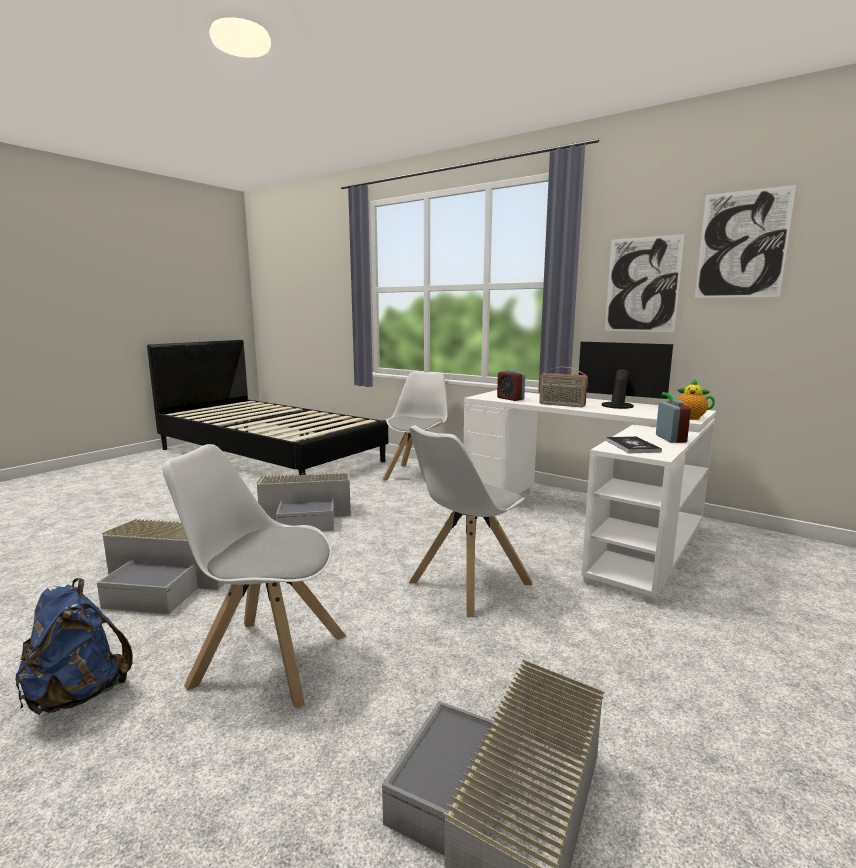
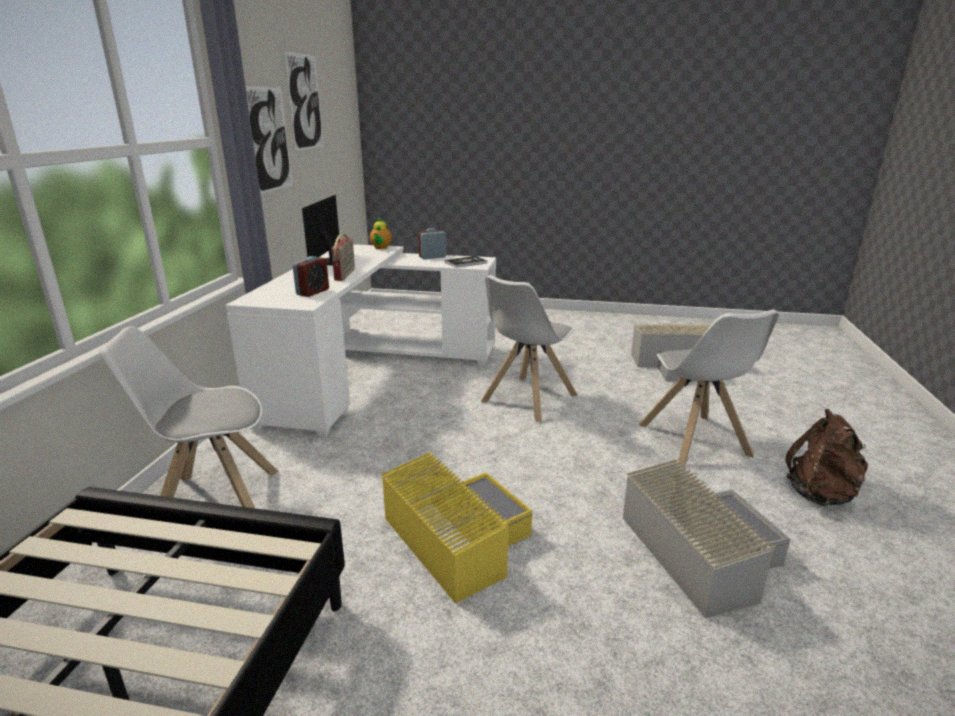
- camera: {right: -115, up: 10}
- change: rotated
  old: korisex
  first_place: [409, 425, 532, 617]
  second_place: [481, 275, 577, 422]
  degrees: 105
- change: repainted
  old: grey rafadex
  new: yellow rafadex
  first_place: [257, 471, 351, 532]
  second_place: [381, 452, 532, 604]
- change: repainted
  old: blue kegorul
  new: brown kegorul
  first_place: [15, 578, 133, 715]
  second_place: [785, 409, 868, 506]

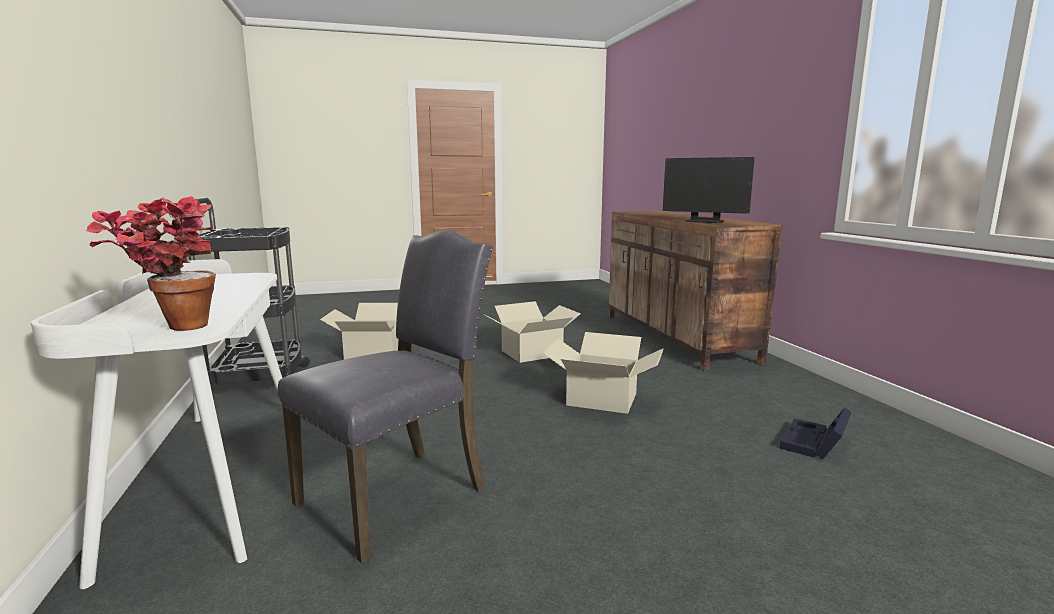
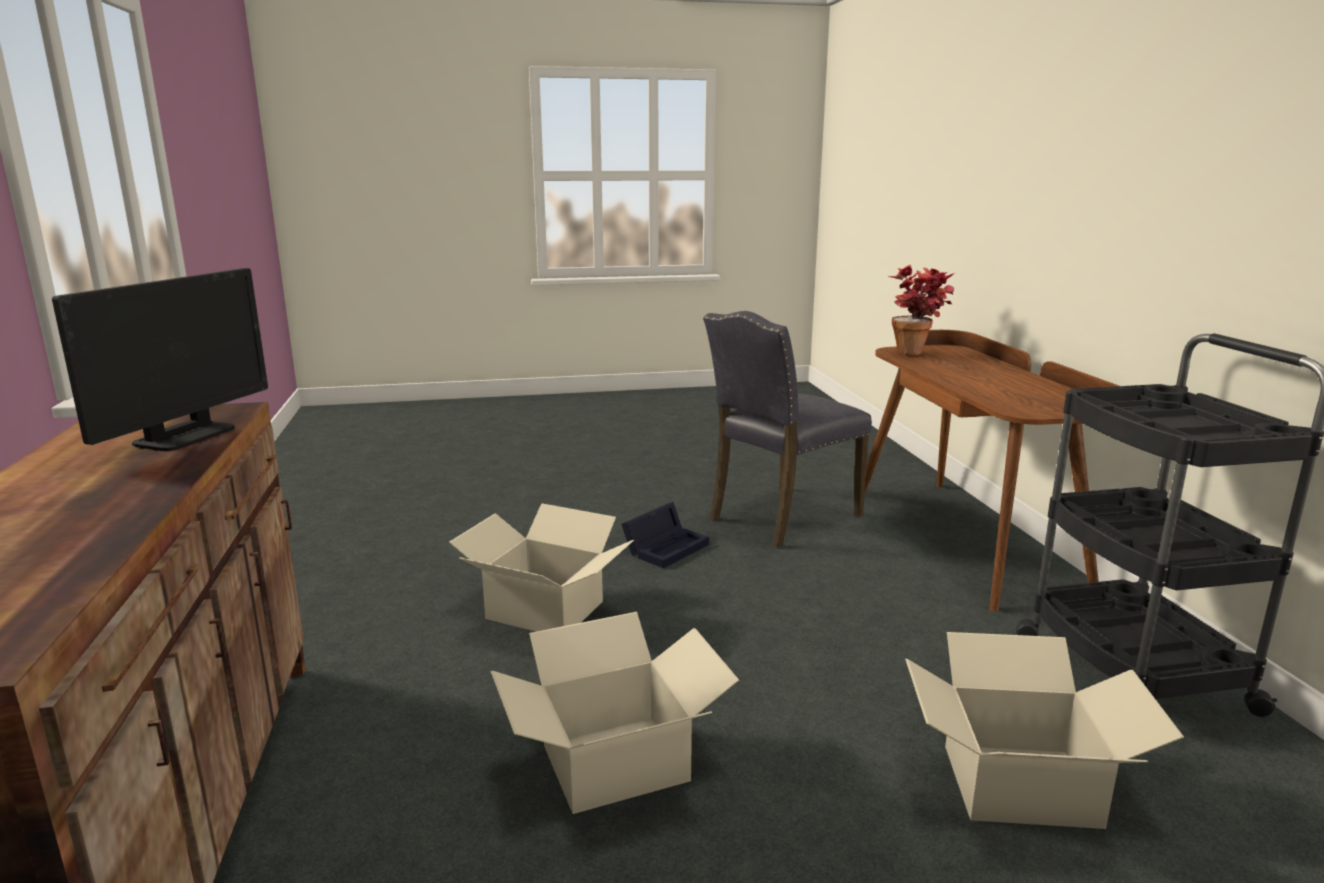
- camera: {right: -175, up: 5}
- change: rotated
  old: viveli
  first_place: [663, 157, 755, 223]
  second_place: [52, 268, 268, 451]
  degrees: 75
- change: repainted
  old: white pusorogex
  new: brown pusorogex
  first_place: [31, 259, 282, 589]
  second_place: [865, 330, 1119, 612]
- change: shifted
  old: black rafadex
  first_place: [779, 408, 852, 459]
  second_place: [621, 502, 709, 568]

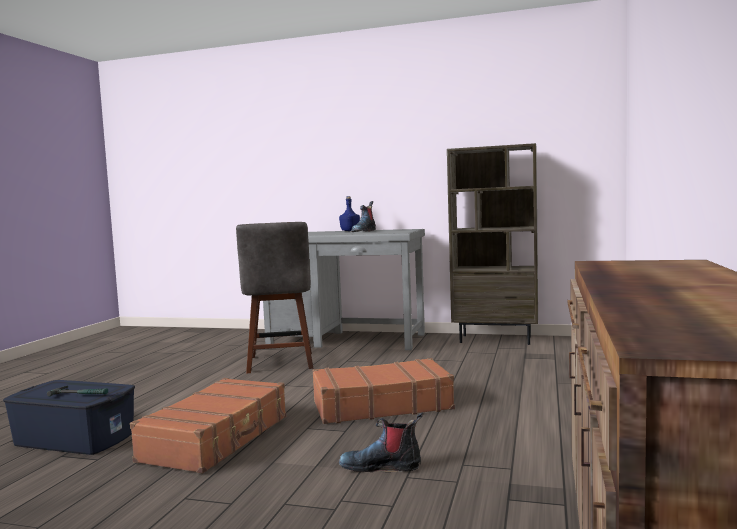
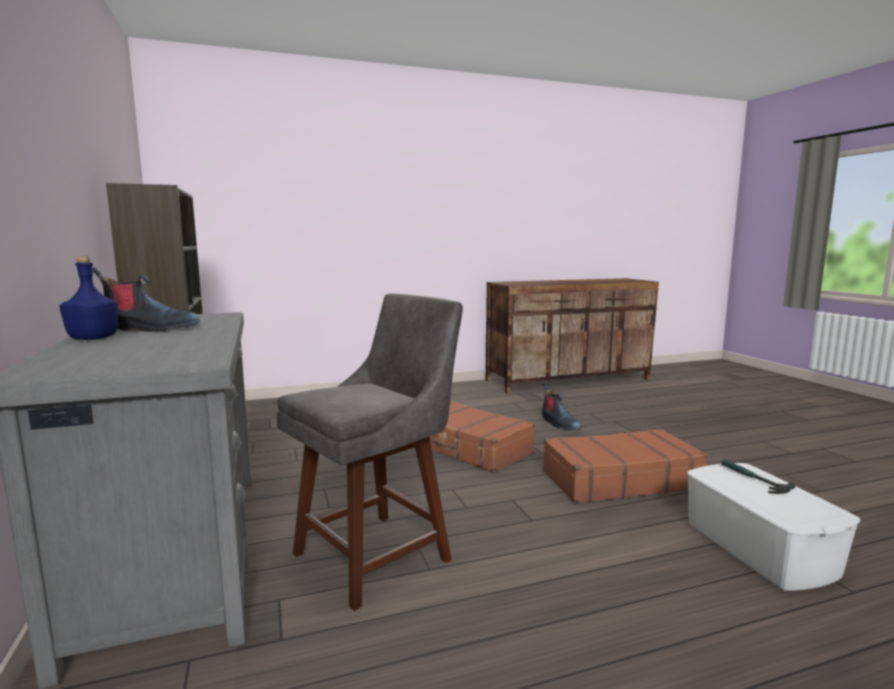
- camera: {right: -125, up: 5}
- change: repainted
  old: blue rafadex
  new: white rafadex
  first_place: [3, 380, 135, 455]
  second_place: [687, 463, 860, 591]

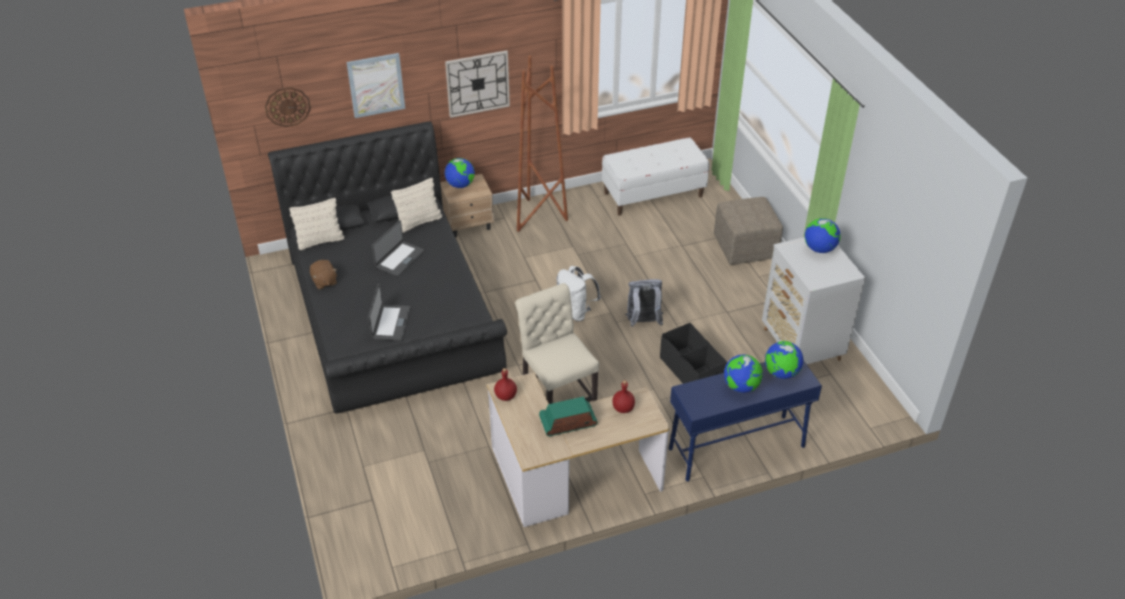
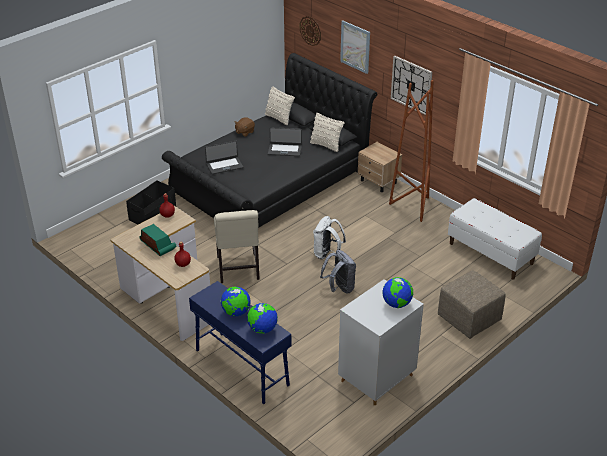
- camera: {right: 65, up: -5}
- change: gone
  old: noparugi
  first_place: [445, 158, 475, 188]
- change: rotated
  old: beige korisex
  first_place: [515, 283, 599, 404]
  second_place: [214, 210, 259, 283]
  degrees: 135
- change: shifted
  old: black rafadex
  first_place: [660, 323, 727, 384]
  second_place: [126, 181, 176, 224]

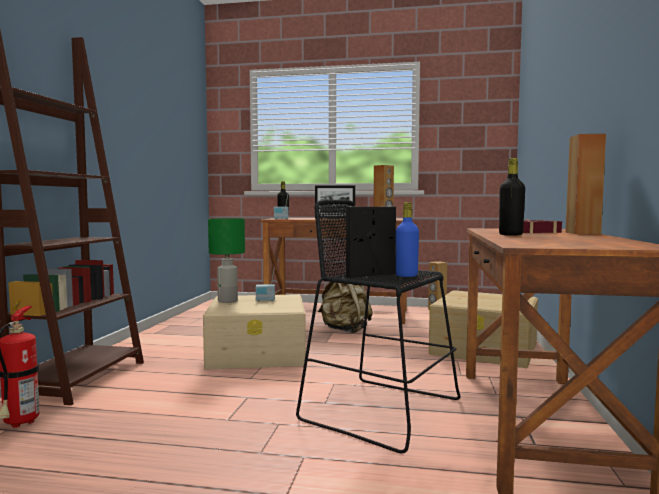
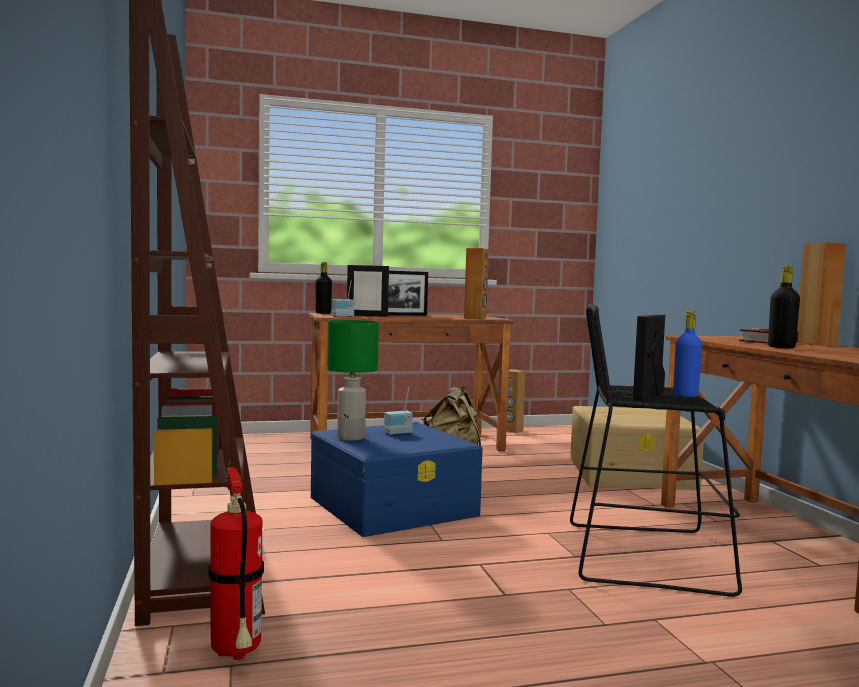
- camera: {right: -25, up: 0}
- change: repainted
  old: beige rafadex
  new: blue rafadex
  first_place: [203, 294, 306, 369]
  second_place: [311, 422, 483, 537]
- change: new
  new: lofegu
  second_place: [347, 265, 389, 317]

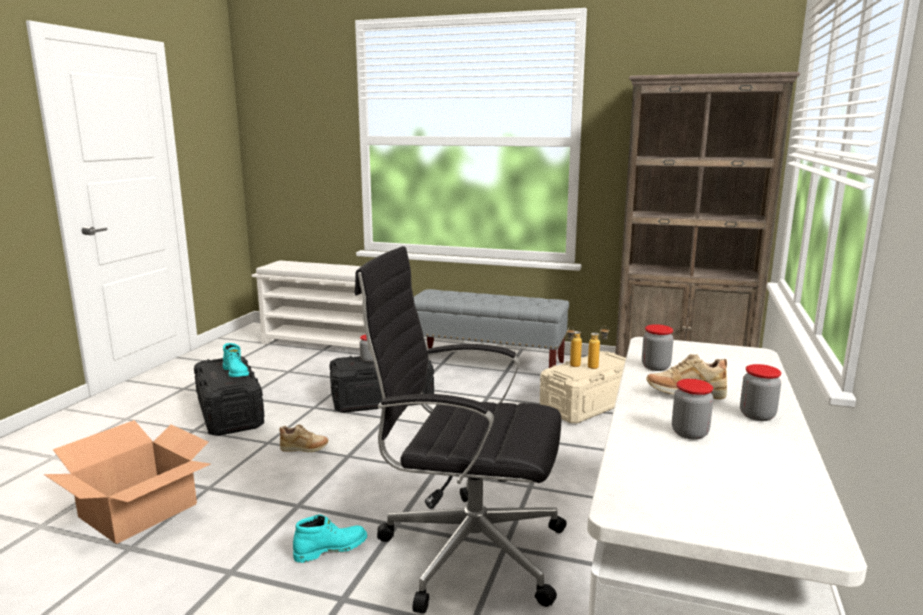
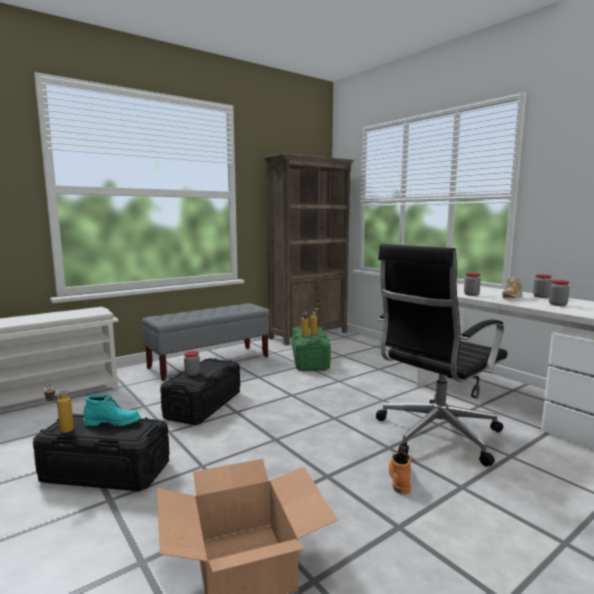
- camera: {right: -55, up: -5}
- change: repainted
  old: beige rafadex
  new: green rafadex
  first_place: [540, 351, 626, 423]
  second_place: [292, 326, 331, 371]
- change: gone
  old: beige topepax
  first_place: [280, 425, 329, 452]
- change: repainted
  old: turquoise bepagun
  new: orange bepagun
  first_place: [293, 515, 367, 563]
  second_place: [389, 452, 411, 494]
- change: new
  new: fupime
  second_place: [43, 385, 74, 433]

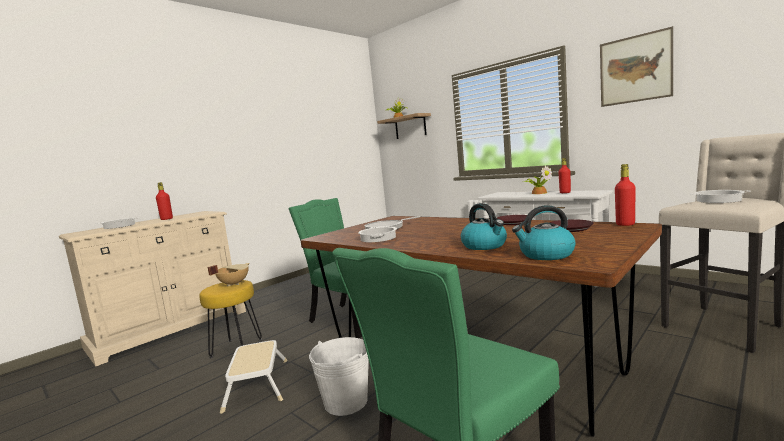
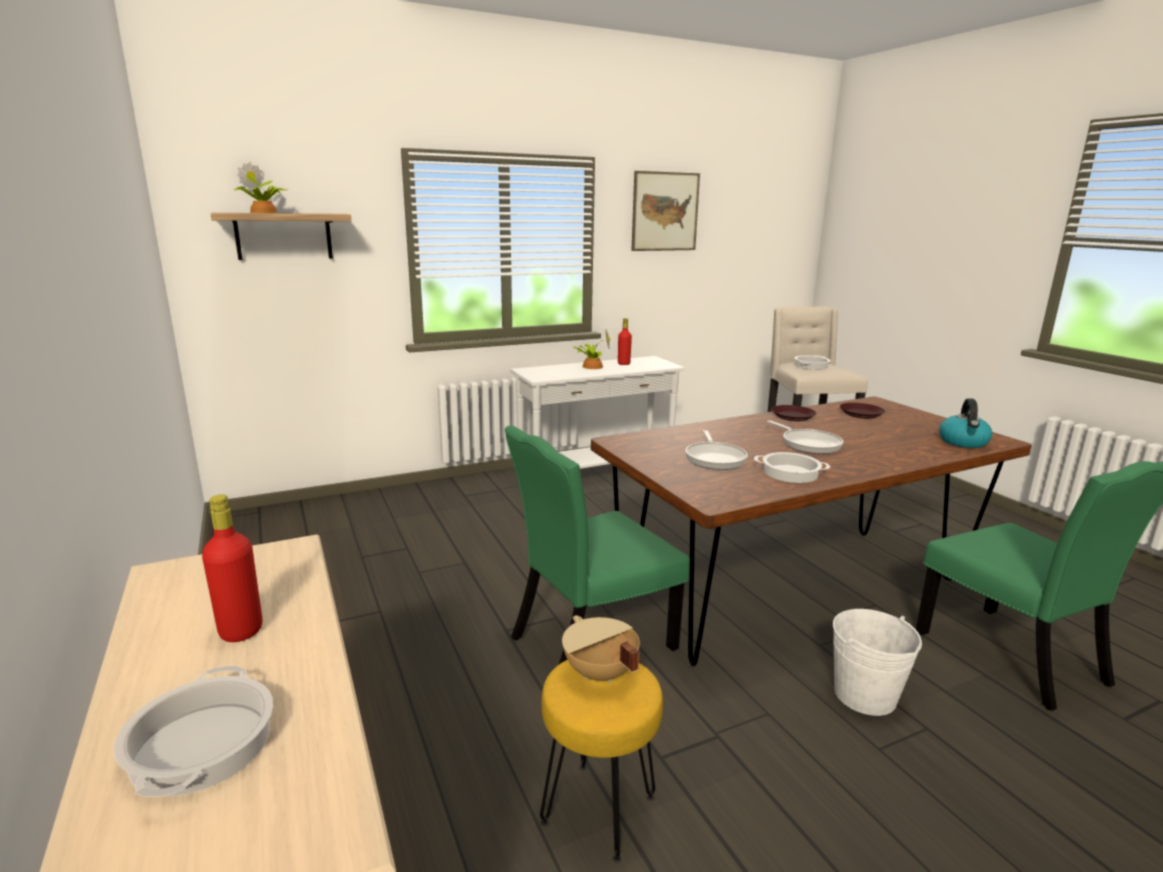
- camera: {right: -70, up: 10}
- change: gone
  old: red fupime
  first_place: [615, 164, 635, 226]
- change: gone
  old: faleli
  first_place: [461, 203, 507, 250]
- change: gone
  old: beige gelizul
  first_place: [220, 340, 288, 414]
- change: new
  new: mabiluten
  second_place: [767, 420, 843, 454]

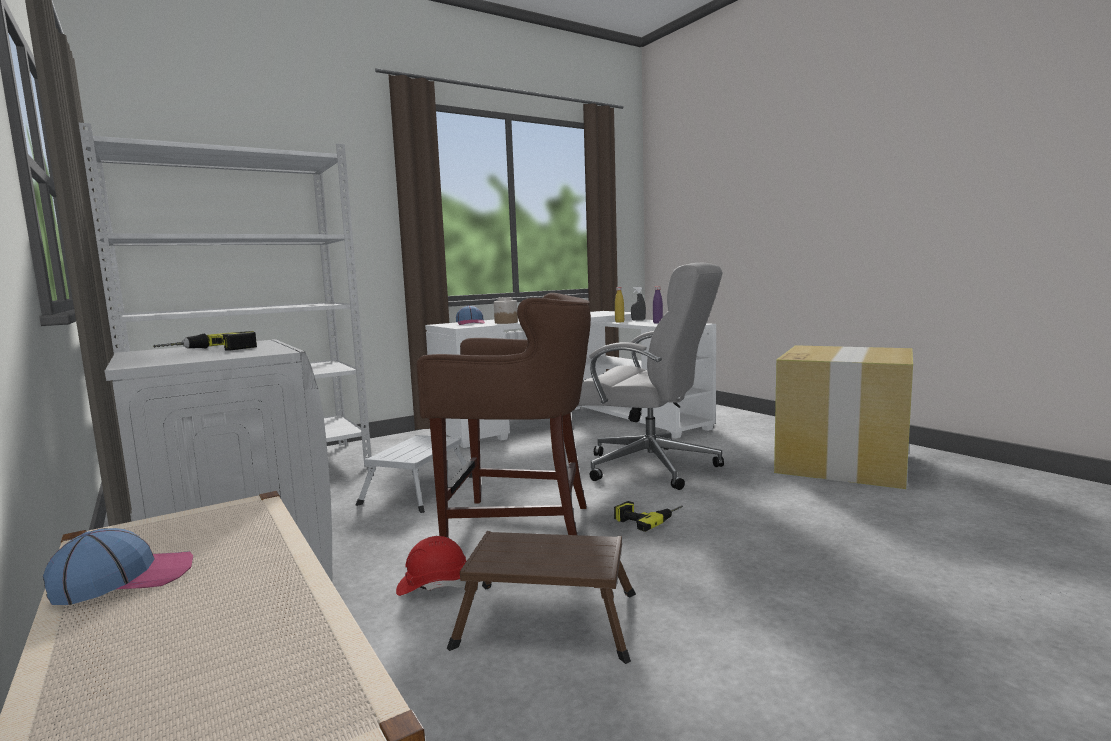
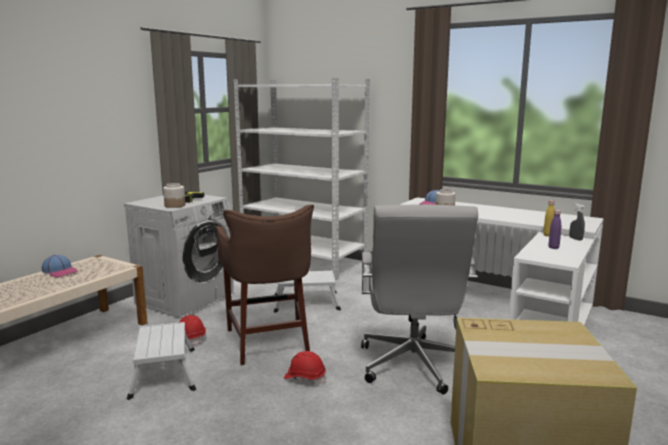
- camera: {right: 65, up: 5}
- change: swapped
  old: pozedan
  new: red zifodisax
  first_place: [614, 501, 683, 532]
  second_place: [284, 351, 326, 385]
- change: repainted
  old: brown gelizul
  new: white gelizul
  first_place: [447, 531, 636, 664]
  second_place: [127, 322, 196, 400]
- change: new
  new: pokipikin
  second_place: [163, 183, 185, 208]

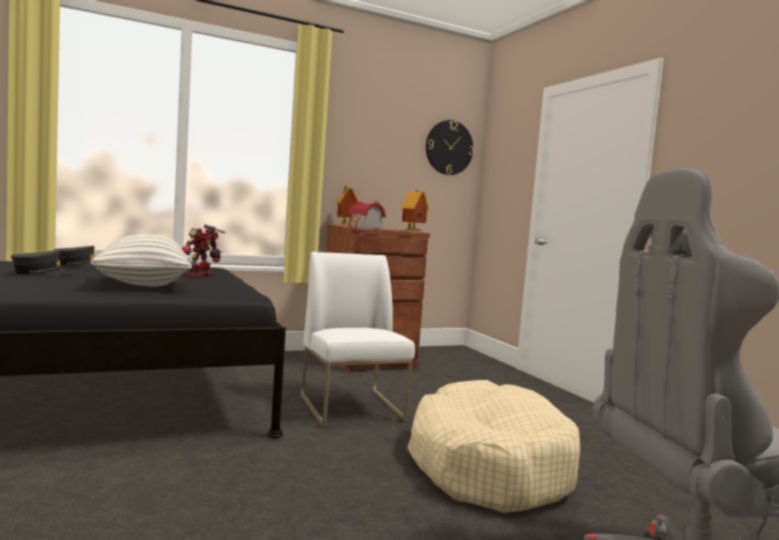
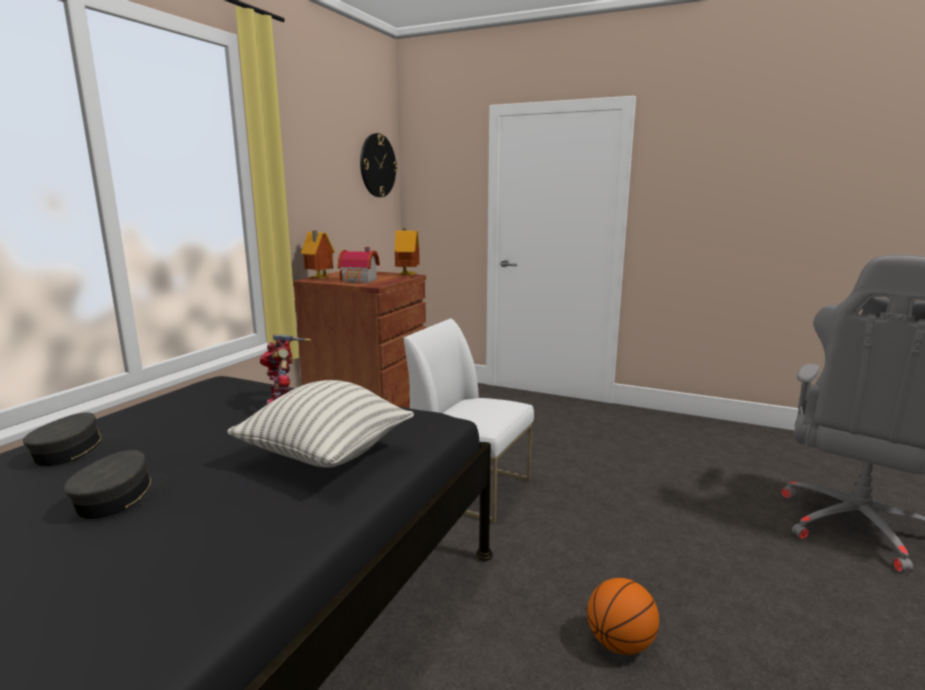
- camera: {right: -40, up: 10}
- change: gone
  old: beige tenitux
  first_place: [407, 380, 580, 513]
- change: new
  new: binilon
  second_place: [587, 578, 659, 655]

